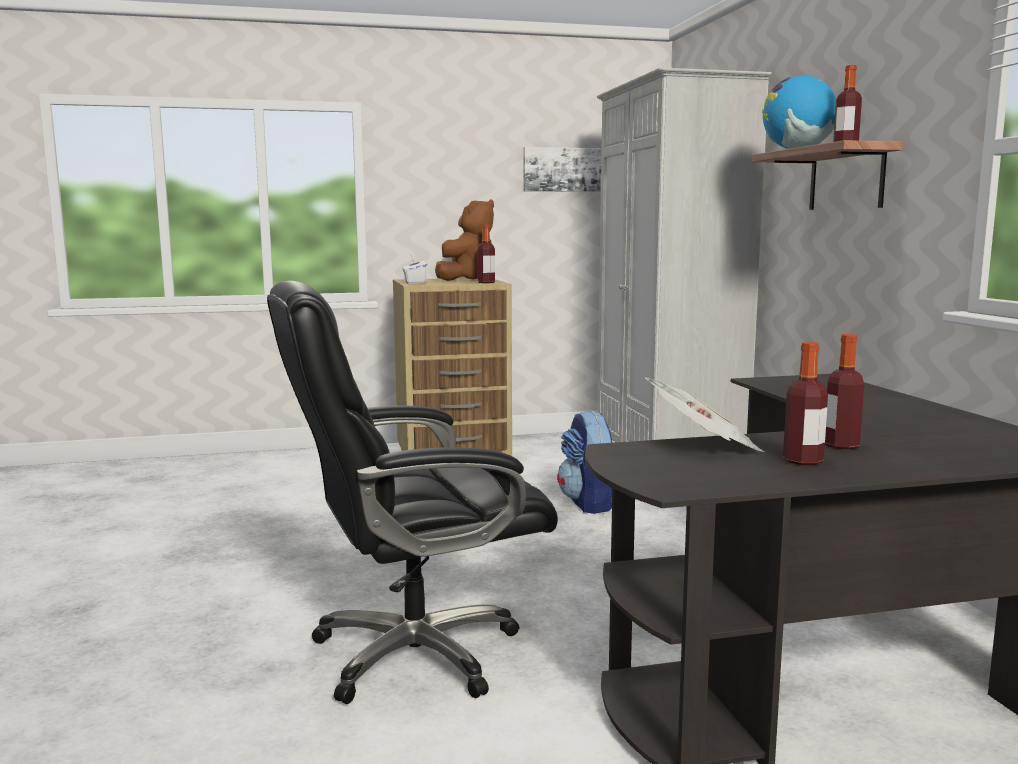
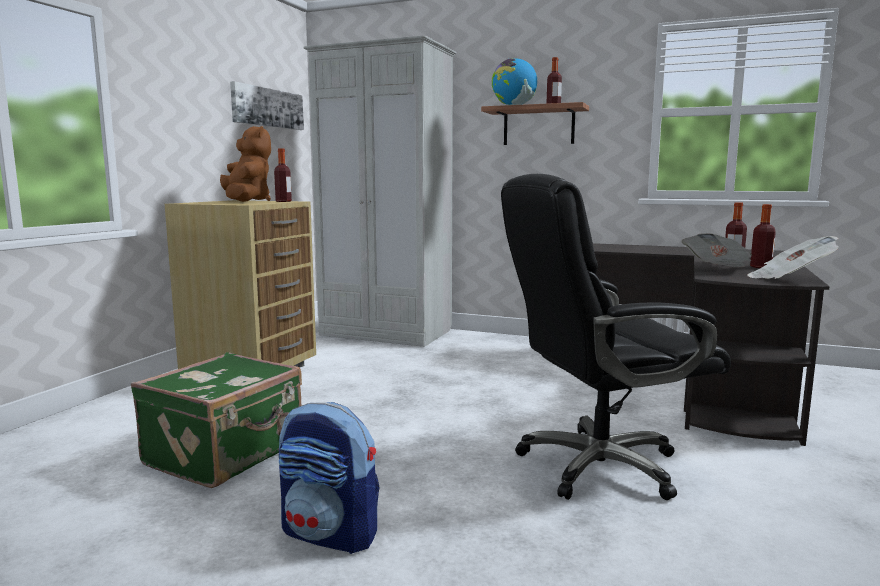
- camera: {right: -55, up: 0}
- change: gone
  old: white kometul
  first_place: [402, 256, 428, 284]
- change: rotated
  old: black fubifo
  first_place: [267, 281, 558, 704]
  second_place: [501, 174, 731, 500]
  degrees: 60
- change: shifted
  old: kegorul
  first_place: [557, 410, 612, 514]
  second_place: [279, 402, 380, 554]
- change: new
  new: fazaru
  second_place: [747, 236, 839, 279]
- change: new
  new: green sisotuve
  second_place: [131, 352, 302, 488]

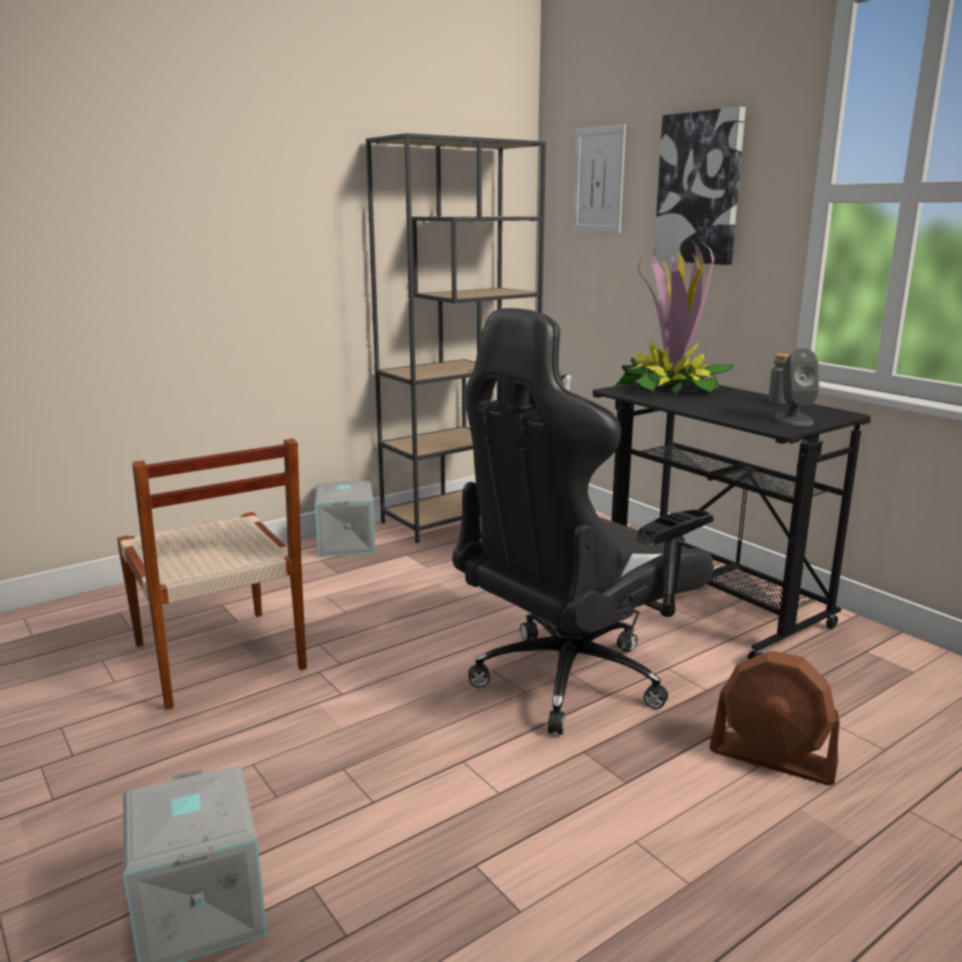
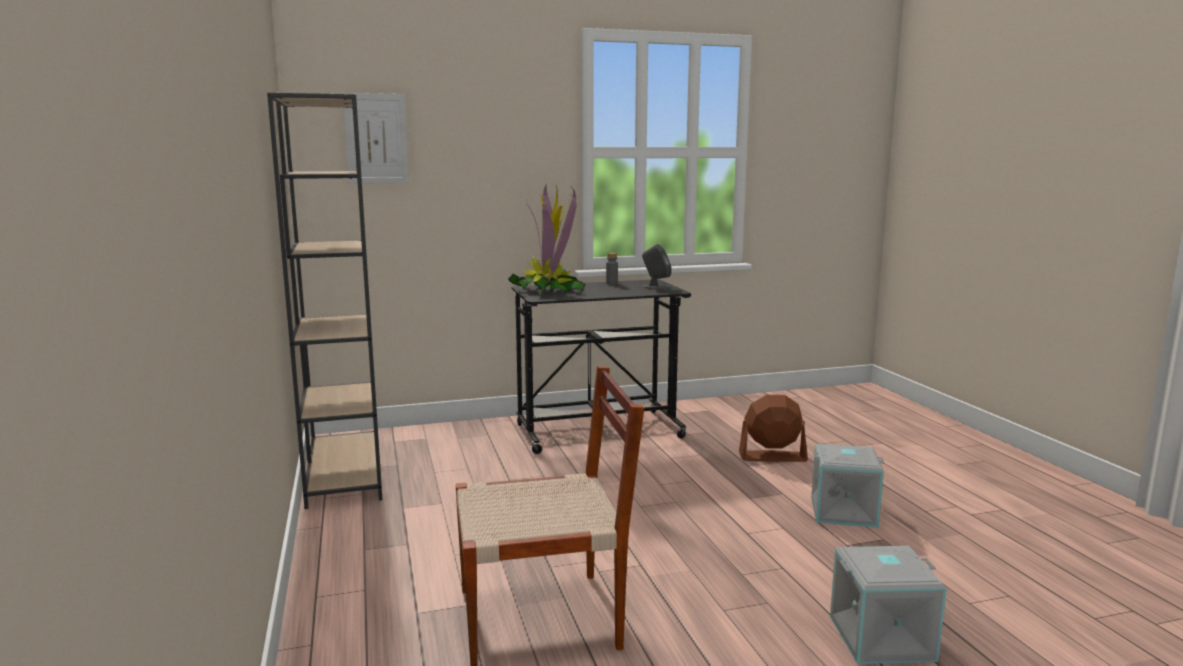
- camera: {right: -70, up: -5}
- change: gone
  old: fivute
  first_place: [654, 107, 746, 265]
- change: gone
  old: black fubifo
  first_place: [452, 308, 714, 735]
- change: shifted
  old: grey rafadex
  first_place: [315, 481, 375, 557]
  second_place: [811, 444, 885, 528]
- change: rotated
  old: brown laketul
  first_place: [709, 651, 840, 785]
  second_place: [739, 395, 808, 462]
  degrees: -135

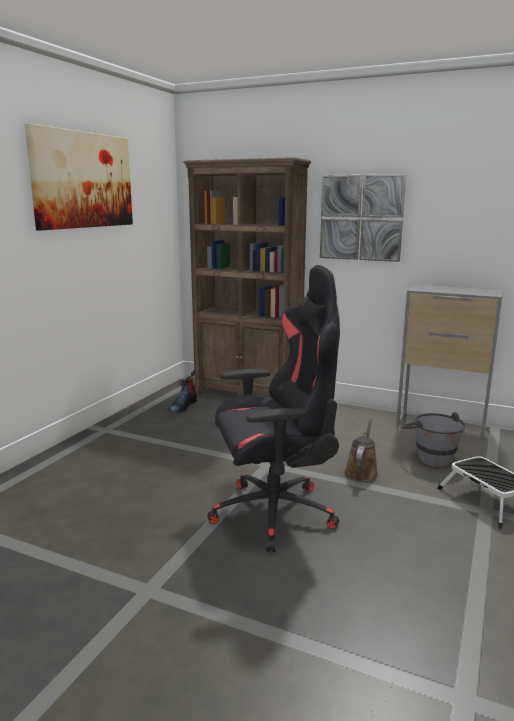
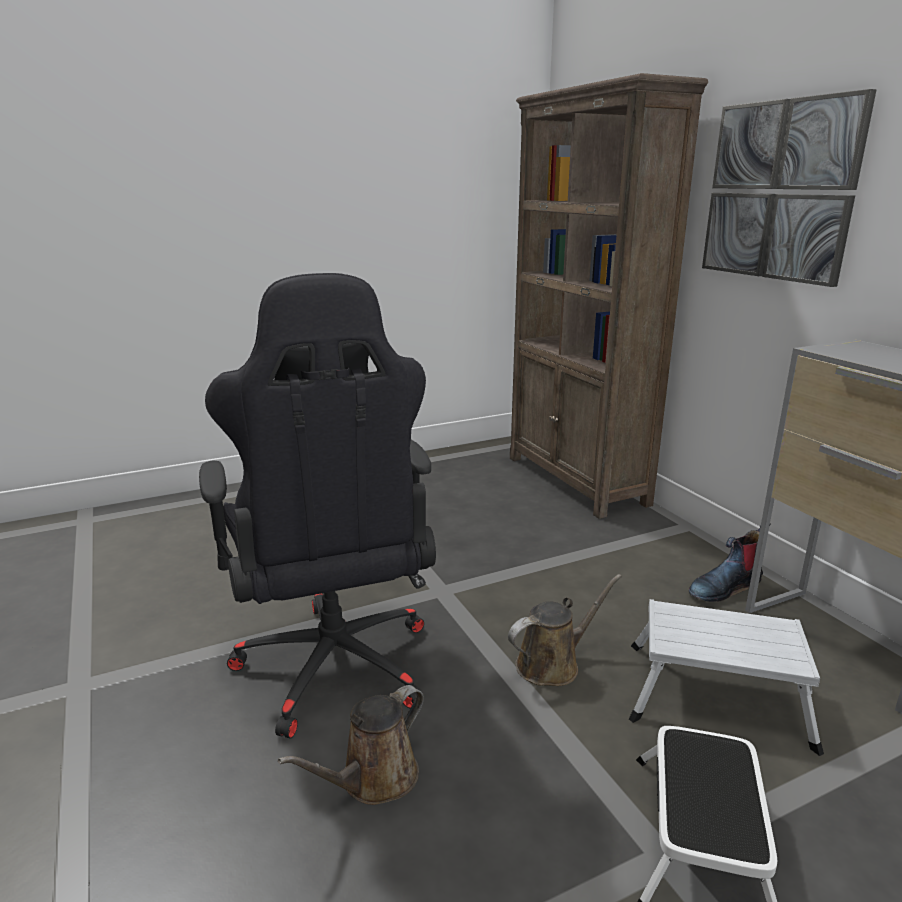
- camera: {right: 40, up: 5}
- change: gone
  old: fivute
  first_place: [25, 123, 133, 231]
- change: rotated
  old: black fubifo
  first_place: [207, 265, 340, 552]
  second_place: [199, 273, 436, 739]
  degrees: 45
- change: shifted
  old: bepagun
  first_place: [169, 371, 197, 413]
  second_place: [689, 526, 770, 602]
- change: swapped
  old: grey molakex
  new: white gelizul
  first_place: [401, 412, 466, 467]
  second_place: [629, 599, 824, 756]
- change: new
  new: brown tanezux
  second_place: [278, 685, 424, 805]

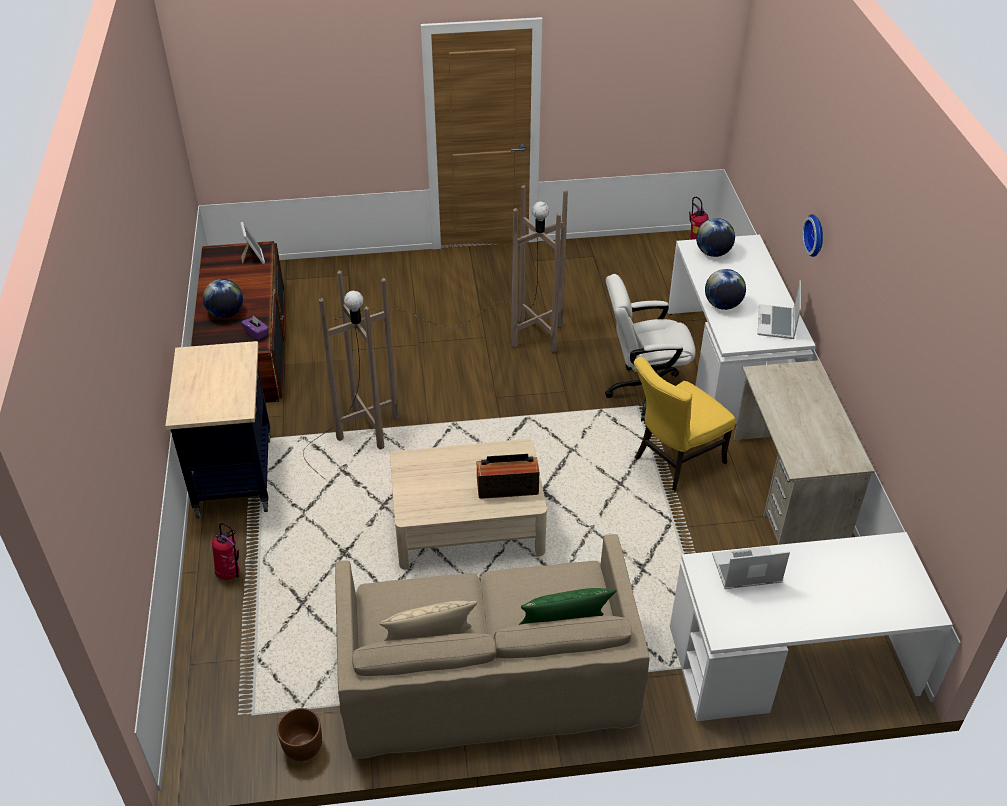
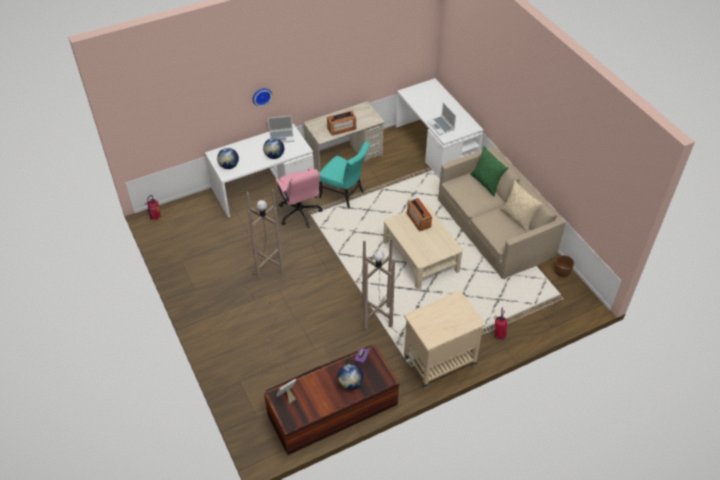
- camera: {right: -110, up: 5}
- change: repainted
  old: white fubifo
  new: pink fubifo
  first_place: [605, 274, 696, 422]
  second_place: [276, 168, 323, 228]
- change: repainted
  old: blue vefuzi
  new: beige vefuzi
  first_place: [165, 341, 271, 518]
  second_place: [404, 290, 486, 389]
- change: repainted
  old: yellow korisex
  new: turquoise korisex
  first_place: [634, 357, 736, 491]
  second_place: [319, 142, 370, 209]
- change: new
  new: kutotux
  second_place: [327, 111, 356, 136]

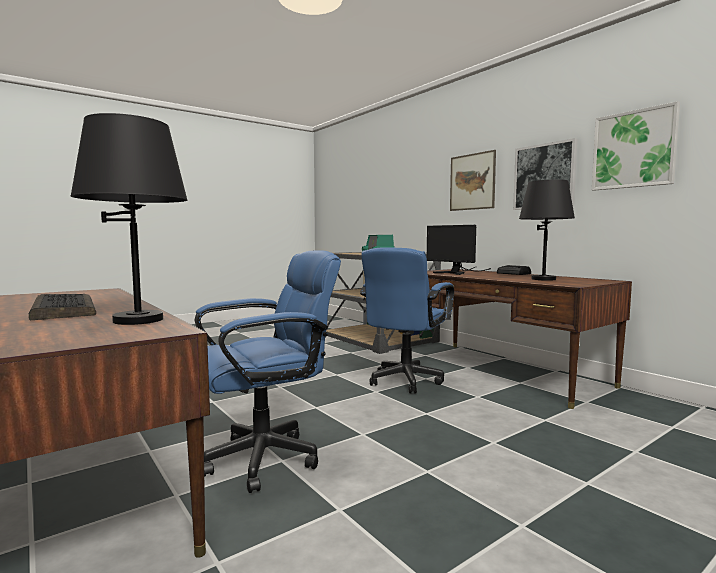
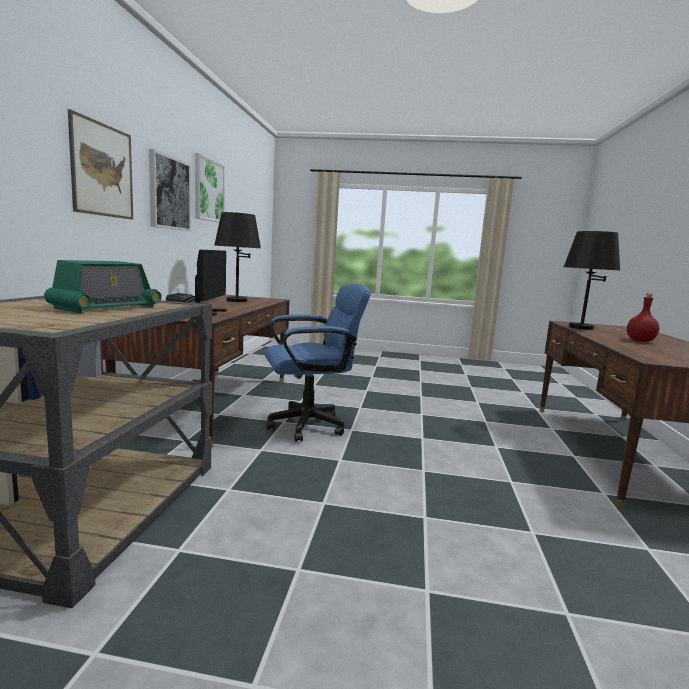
- camera: {right: -135, up: 5}
- change: gone
  old: blue fubifo
  first_place: [195, 250, 341, 493]
- change: swapped
  old: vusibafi
  new: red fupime
  first_place: [29, 294, 96, 320]
  second_place: [627, 294, 659, 342]

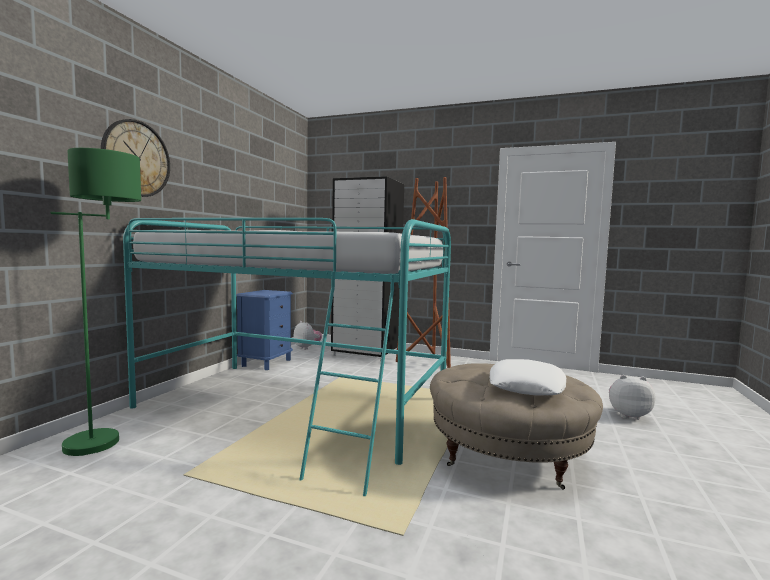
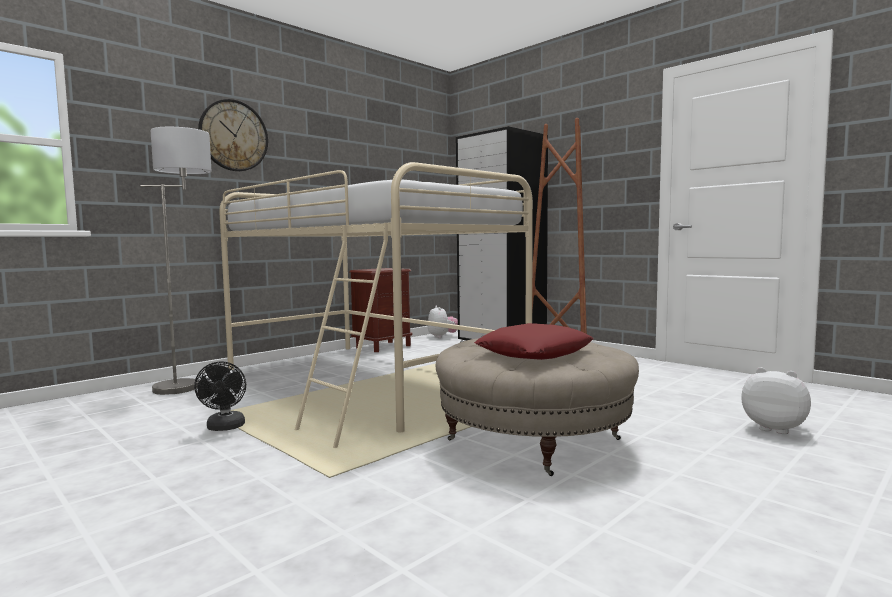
- camera: {right: 25, up: 0}
- change: repainted
  old: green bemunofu
  new: grey bemunofu
  first_place: [51, 148, 141, 456]
  second_place: [141, 127, 211, 395]
- change: repainted
  old: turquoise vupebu
  new: beige vupebu
  first_place: [123, 218, 451, 496]
  second_place: [219, 162, 533, 448]
- change: repainted
  old: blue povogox
  new: brown povogox
  first_place: [236, 290, 293, 370]
  second_place: [349, 268, 413, 352]
- change: repainted
  old: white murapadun
  new: red murapadun
  first_place: [490, 359, 566, 395]
  second_place: [474, 323, 594, 360]
- change: new
  new: black laketul
  second_place: [194, 362, 246, 431]

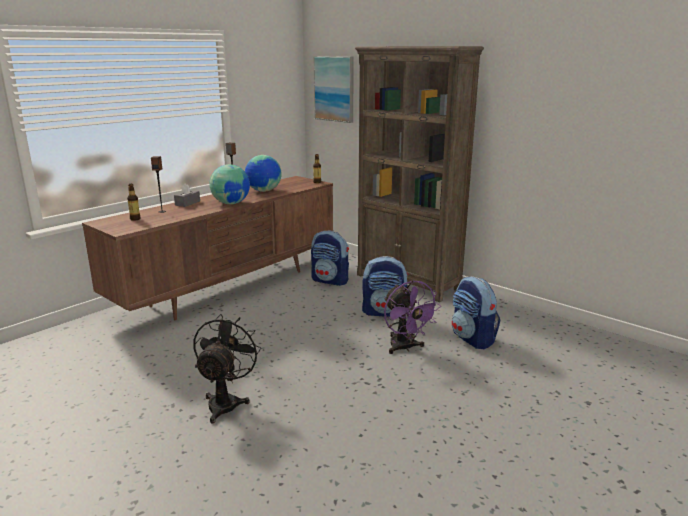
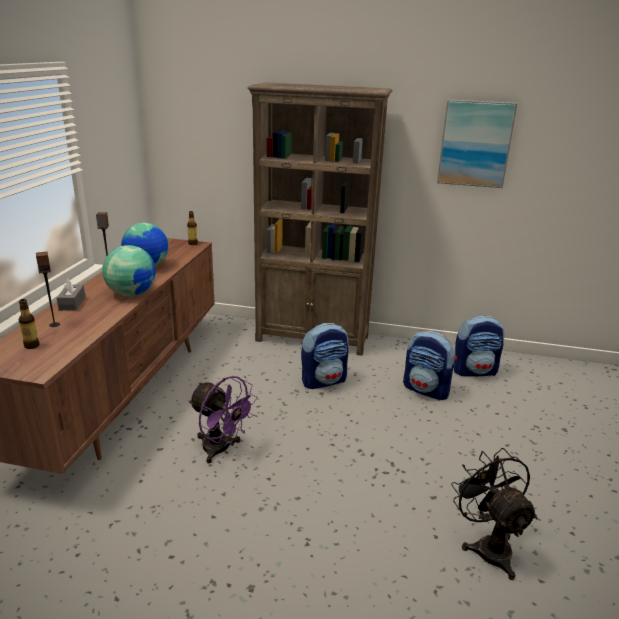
- camera: {right: -30, up: 5}
- change: shifted
  old: fivute
  first_place: [313, 56, 354, 123]
  second_place: [437, 99, 517, 188]
- change: shifted
  old: kegorul
  first_place: [311, 231, 349, 286]
  second_place: [453, 315, 504, 376]
- change: shifted
  old: purple laketul
  first_place: [384, 280, 441, 354]
  second_place: [189, 376, 258, 464]
- change: shifted
  old: black laketul
  first_place: [194, 314, 261, 423]
  second_place: [451, 448, 538, 580]

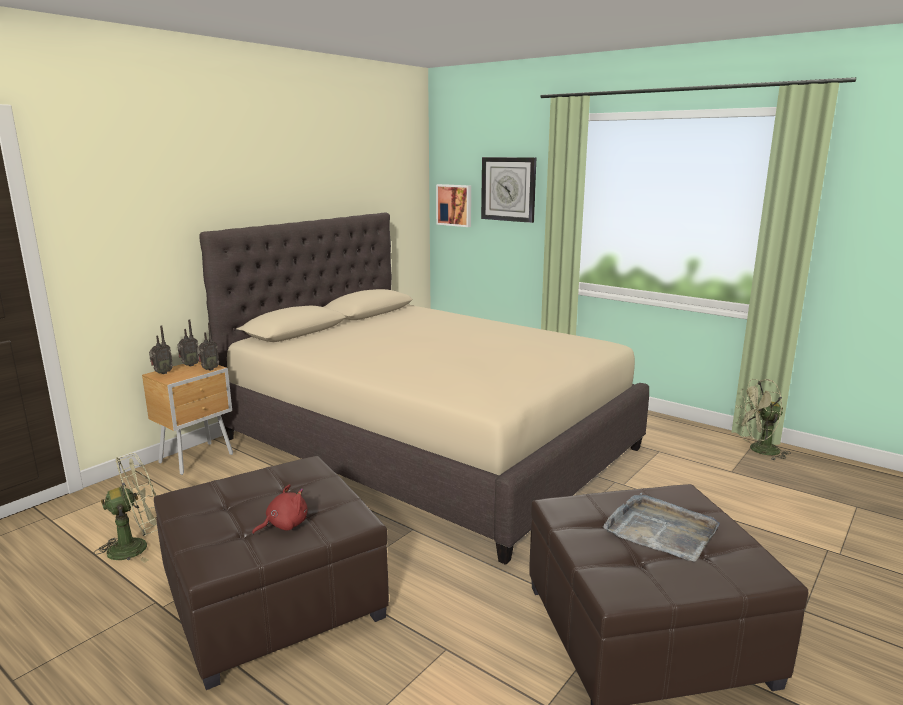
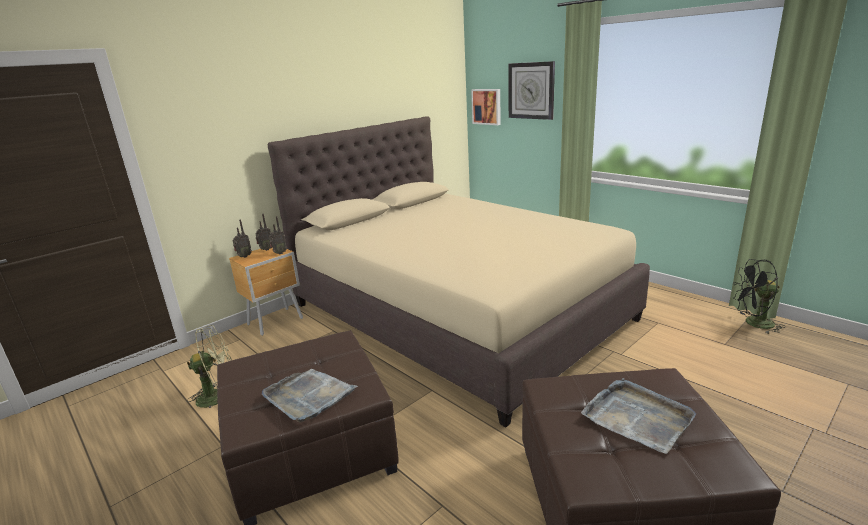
- camera: {right: 10, up: 5}
- change: repainted
  old: green laketul
  new: black laketul
  first_place: [736, 379, 791, 460]
  second_place: [733, 259, 786, 334]
- change: swapped
  old: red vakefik
  new: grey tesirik
  first_place: [252, 484, 308, 535]
  second_place: [262, 369, 358, 422]

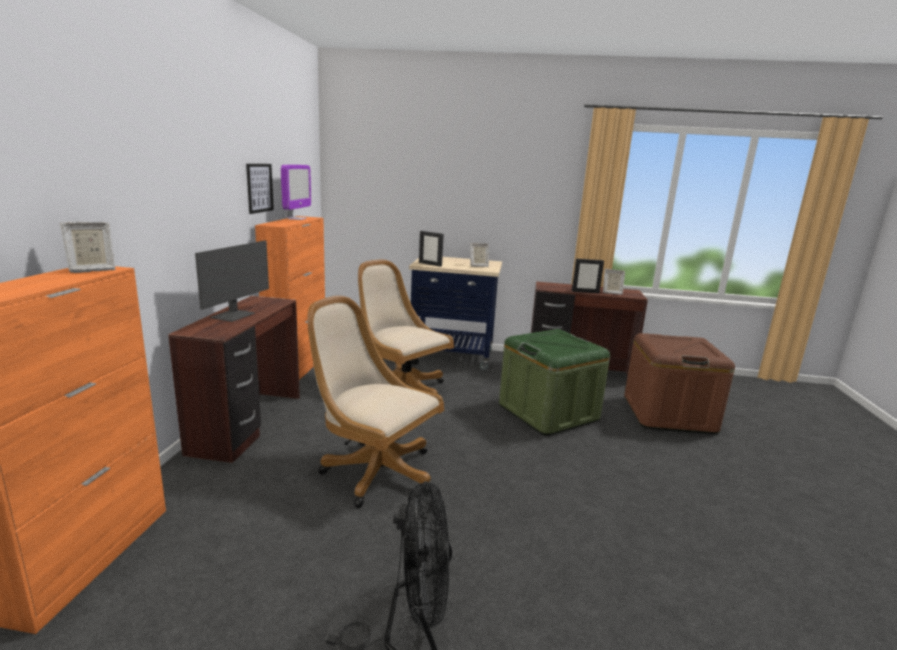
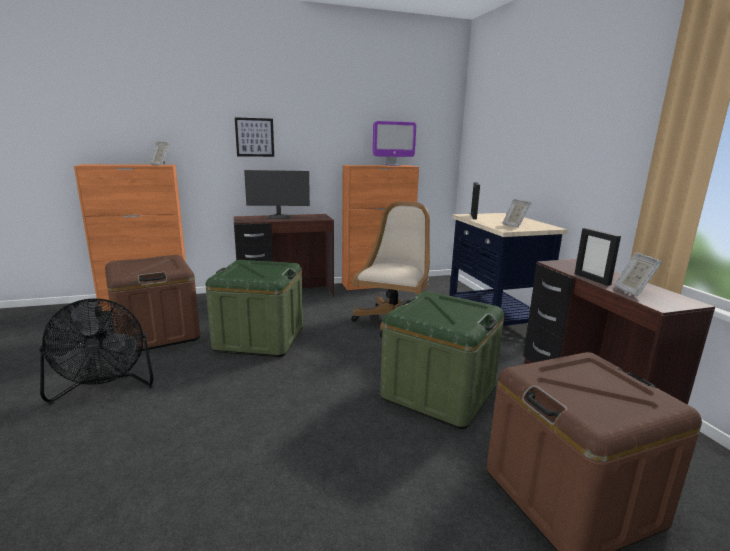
- camera: {right: 65, up: 0}
- change: shifted
  old: fivute
  first_place: [246, 164, 274, 214]
  second_place: [235, 117, 274, 157]
- change: swapped
  old: fubifo
  new: green rafadex
  first_place: [307, 296, 444, 508]
  second_place: [206, 260, 303, 357]
- change: new
  new: brown rafadex
  second_place: [105, 255, 200, 354]

